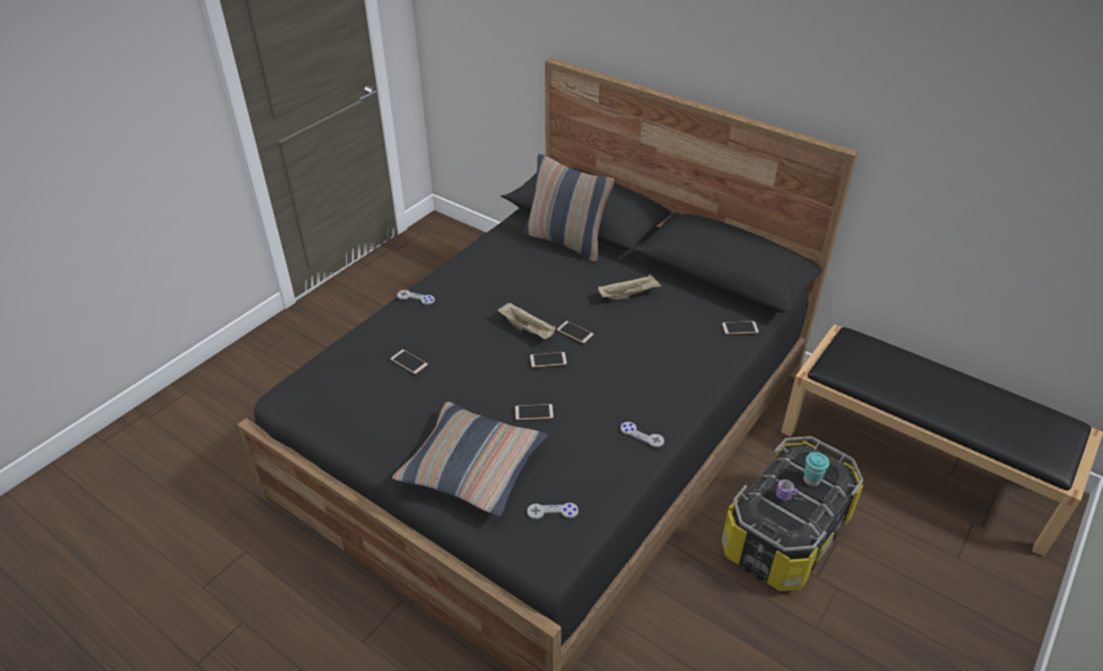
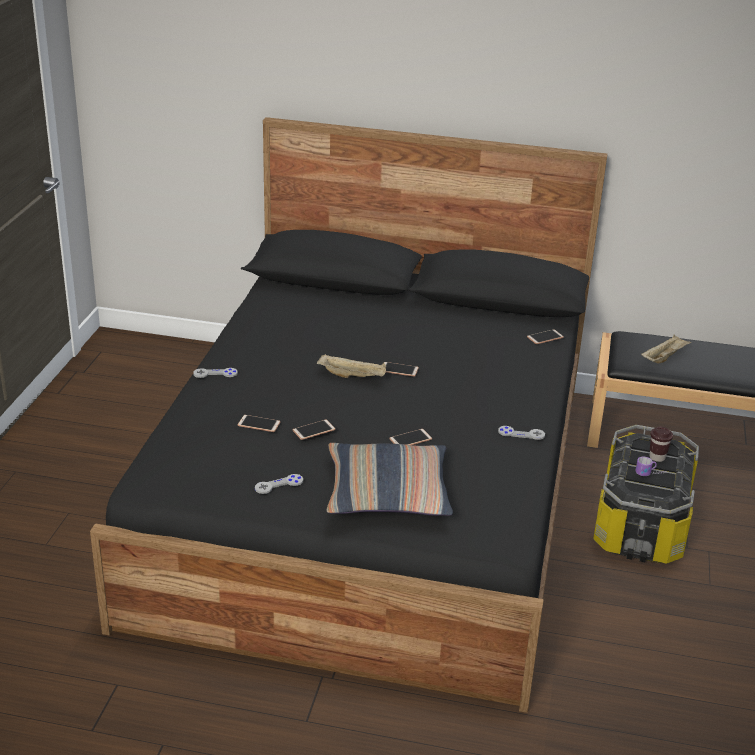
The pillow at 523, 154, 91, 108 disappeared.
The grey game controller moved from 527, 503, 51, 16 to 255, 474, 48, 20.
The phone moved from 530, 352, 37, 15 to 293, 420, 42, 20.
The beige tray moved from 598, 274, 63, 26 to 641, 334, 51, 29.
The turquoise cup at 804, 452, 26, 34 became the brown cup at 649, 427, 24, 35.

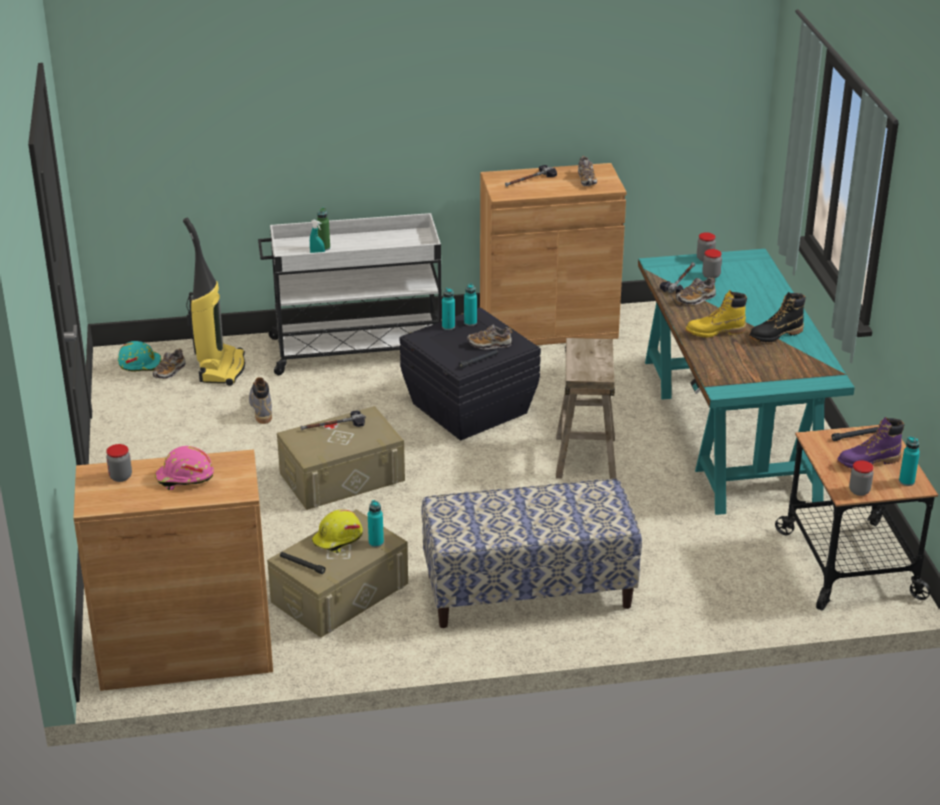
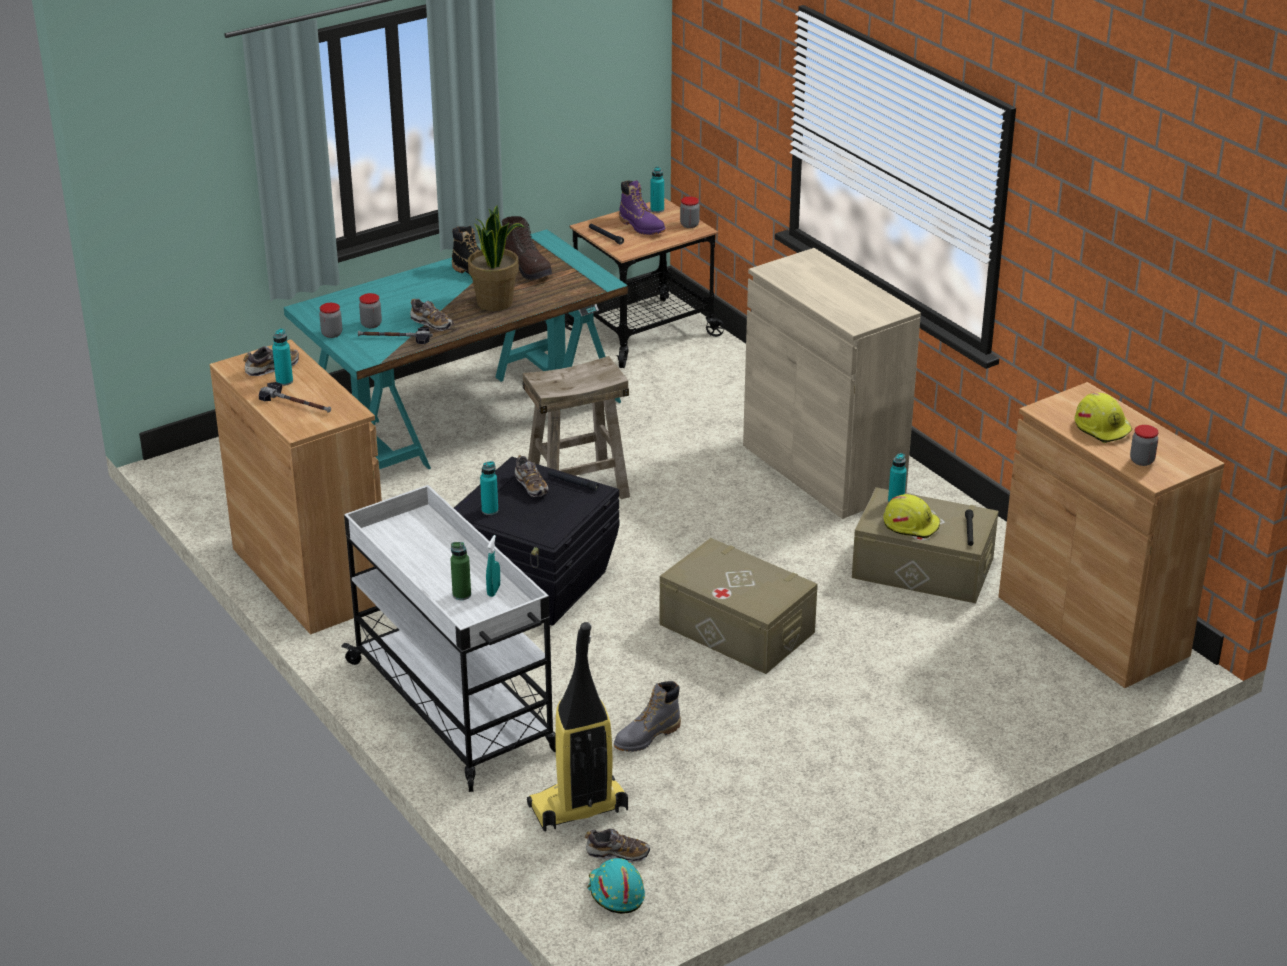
The pink hard hat at 155, 446, 59, 44 became the yellow hard hat at 1075, 392, 58, 51.
The hammer at 301, 411, 65, 19 disappeared.
The bench at 421, 479, 221, 149 was replaced by the beige cabinet at 743, 248, 178, 271.
The turquoise bottle moved from 442, 288, 13, 42 to 272, 328, 21, 58.
The yellow boot at 686, 290, 61, 48 was replaced by the potted plant at 468, 205, 57, 106.
The brown boot at 502, 216, 50, 64 appeared.

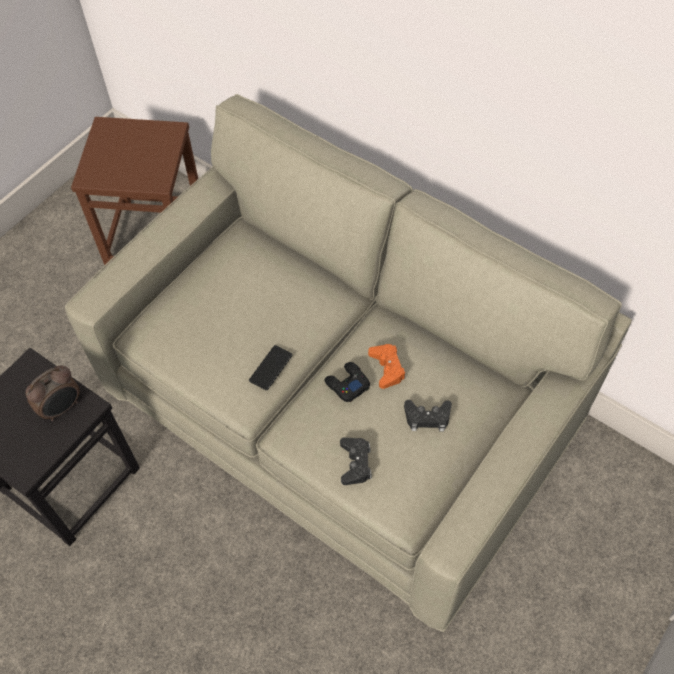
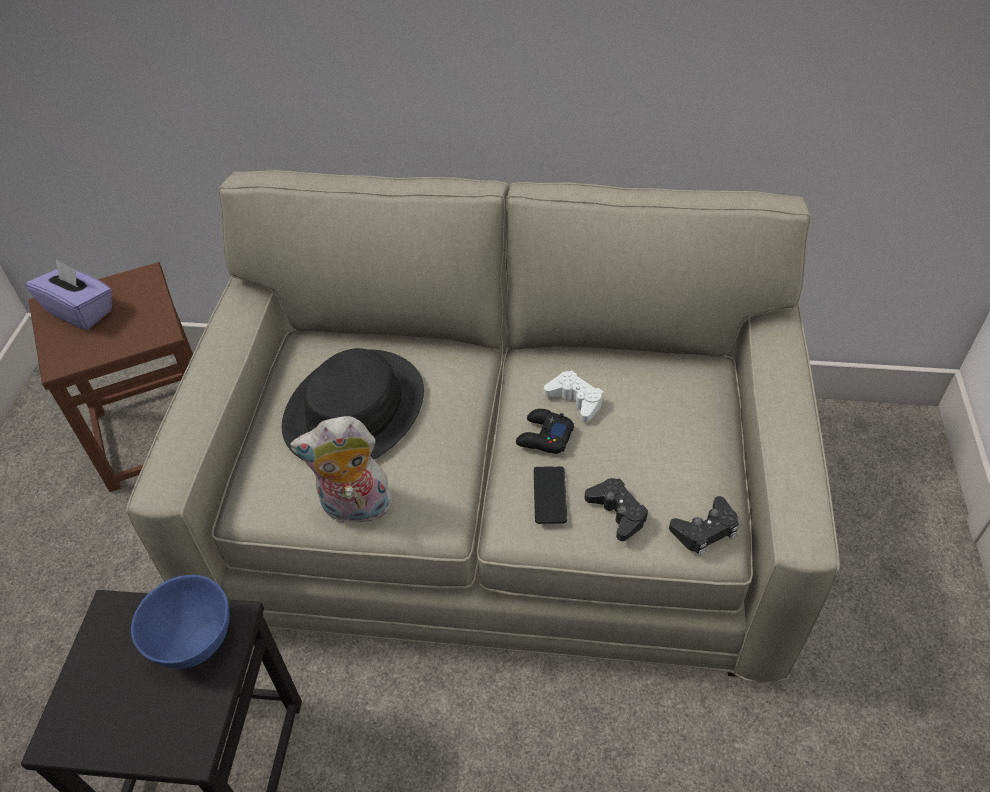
The alarm clock at 25, 366, 55, 55 was replaced by the blue bowl at 131, 575, 98, 94.
The phone moved from 249, 345, 43, 45 to 534, 466, 33, 58.
The orange game controller at 368, 344, 38, 45 became the white game controller at 544, 370, 59, 52.
The black game controller moved from 404, 400, 48, 32 to 669, 496, 70, 60.
The purple tissue box at 26, 259, 86, 71 appeared.
The black hat at 282, 348, 142, 113 appeared.
The plush toy at 290, 416, 104, 107 appeared.

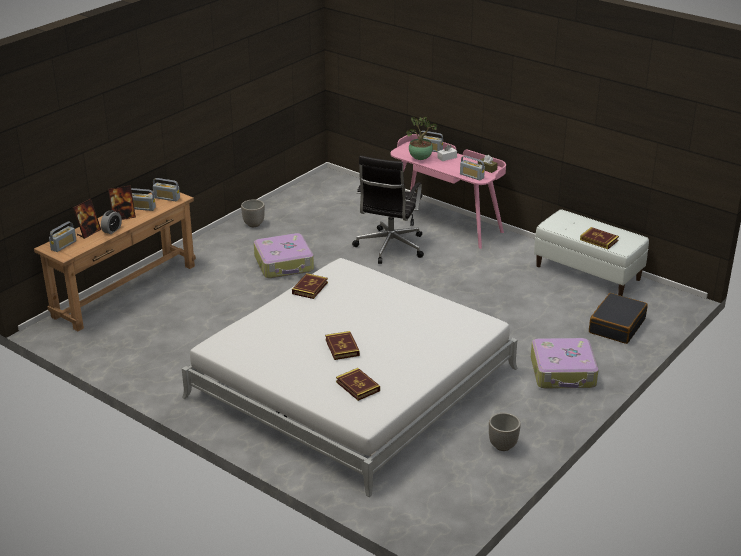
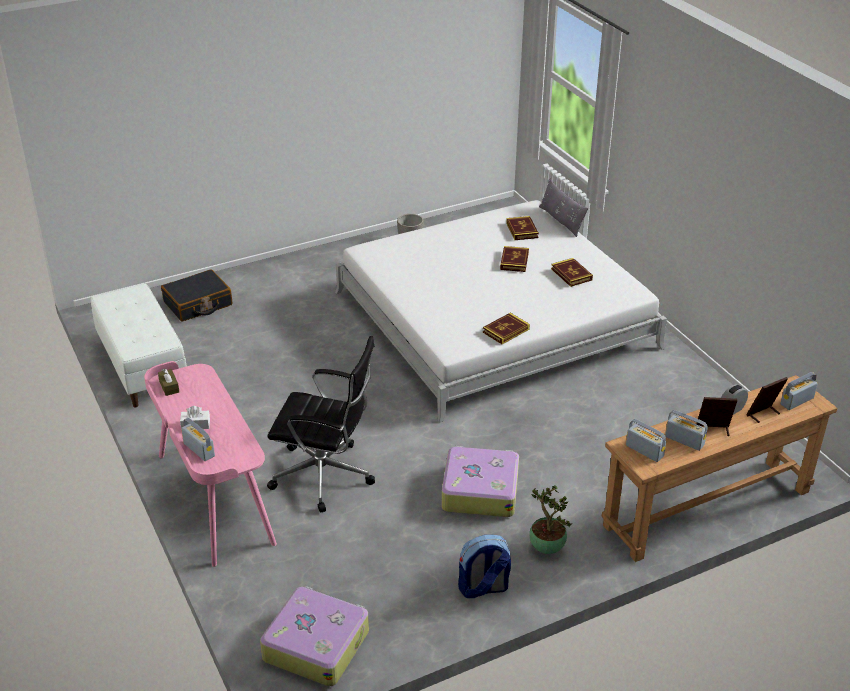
The planter at 241, 199, 24, 28 was replaced by the backpack at 458, 535, 53, 63.
The black office chair at 352, 156, 72, 108 turned 60 degrees clockwise.
The potted plant moved from 406, 116, 31, 44 to 529, 485, 43, 69.
The radio at 460, 156, 25, 25 disappeared.
The suitcase moved from 531, 338, 68, 50 to 260, 586, 109, 100.
The book moved from 580, 227, 39, 22 to 551, 258, 42, 29.
The grey pillow at 539, 178, 49, 59 appeared.

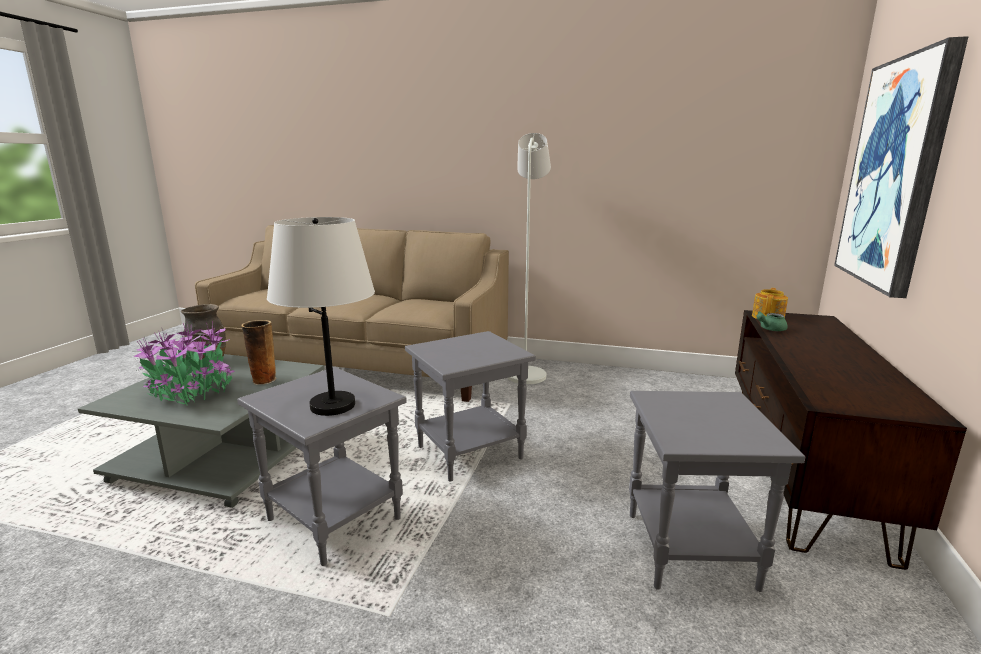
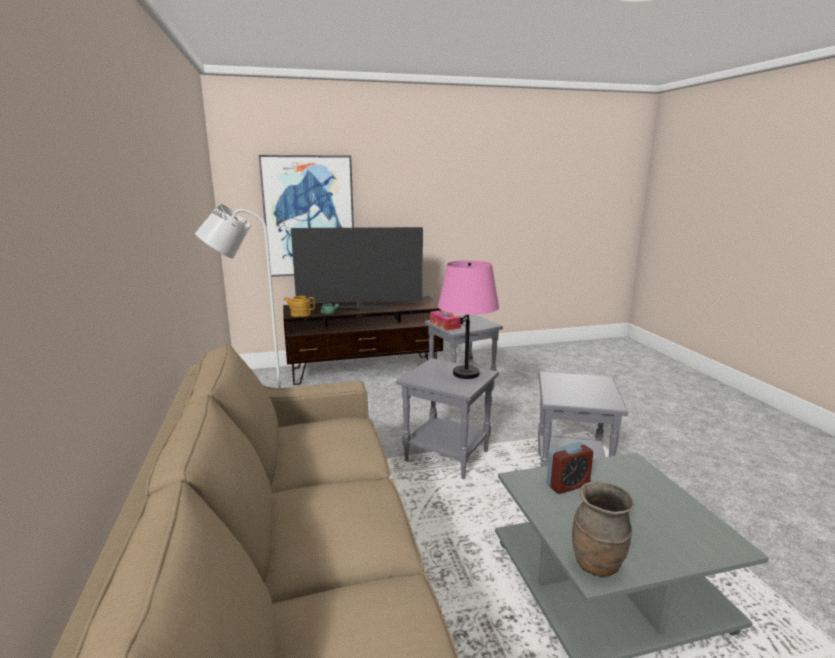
The potted plant at 133, 321, 102, 84 disappeared.
The vase at 241, 320, 36, 65 was replaced by the alarm clock at 546, 442, 47, 52.
The white table lamp at 267, 217, 108, 199 disappeared.
The television at 291, 227, 132, 82 appeared.
The tissue box at 430, 310, 31, 21 appeared.
The pink table lamp at 438, 260, 61, 119 appeared.

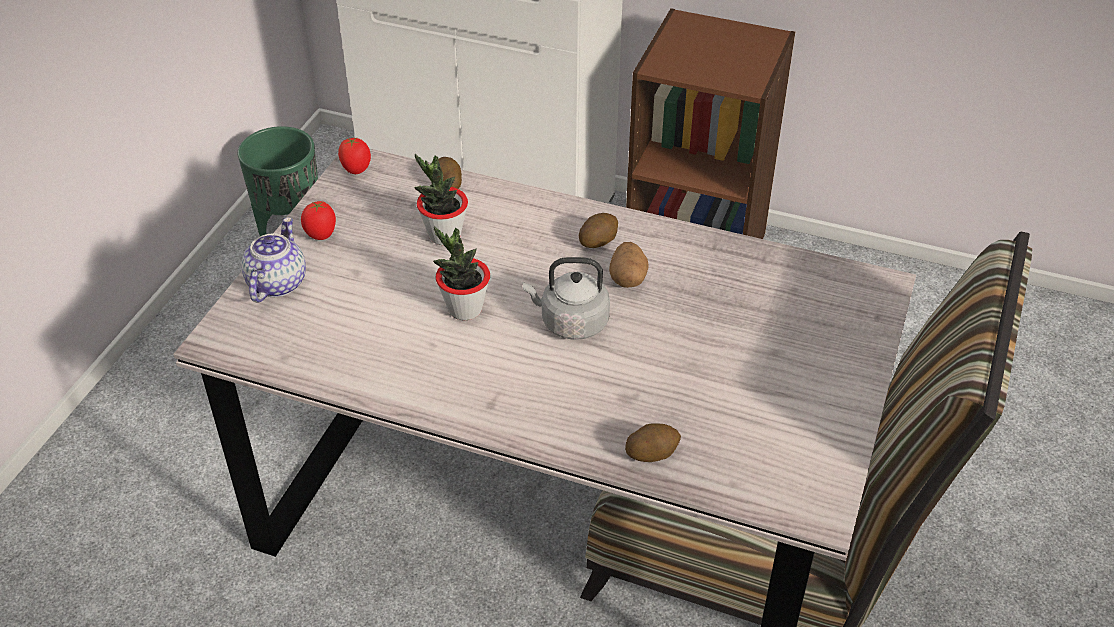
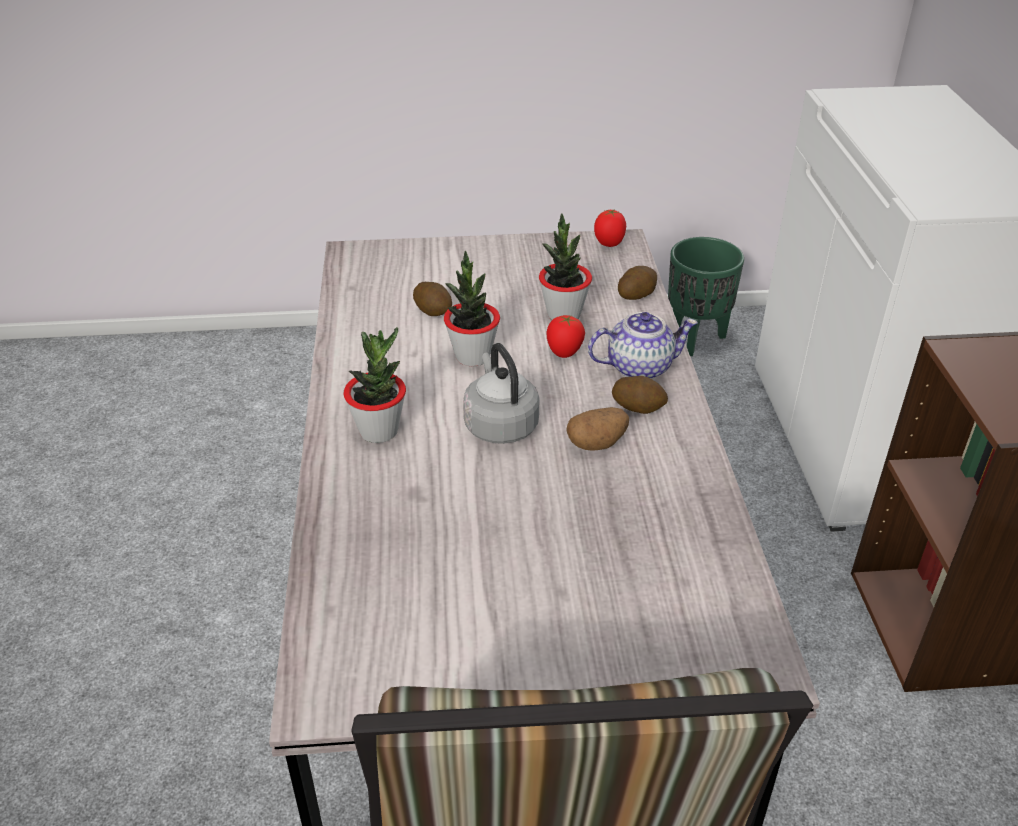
The teapot moved from 241, 217, 65, 86 to 588, 312, 110, 67.
The tomato moved from 301, 201, 35, 39 to 547, 315, 38, 43.
The potato moved from 625, 423, 56, 39 to 413, 282, 39, 34.
The potted plant at 344, 327, 62, 116 appeared.

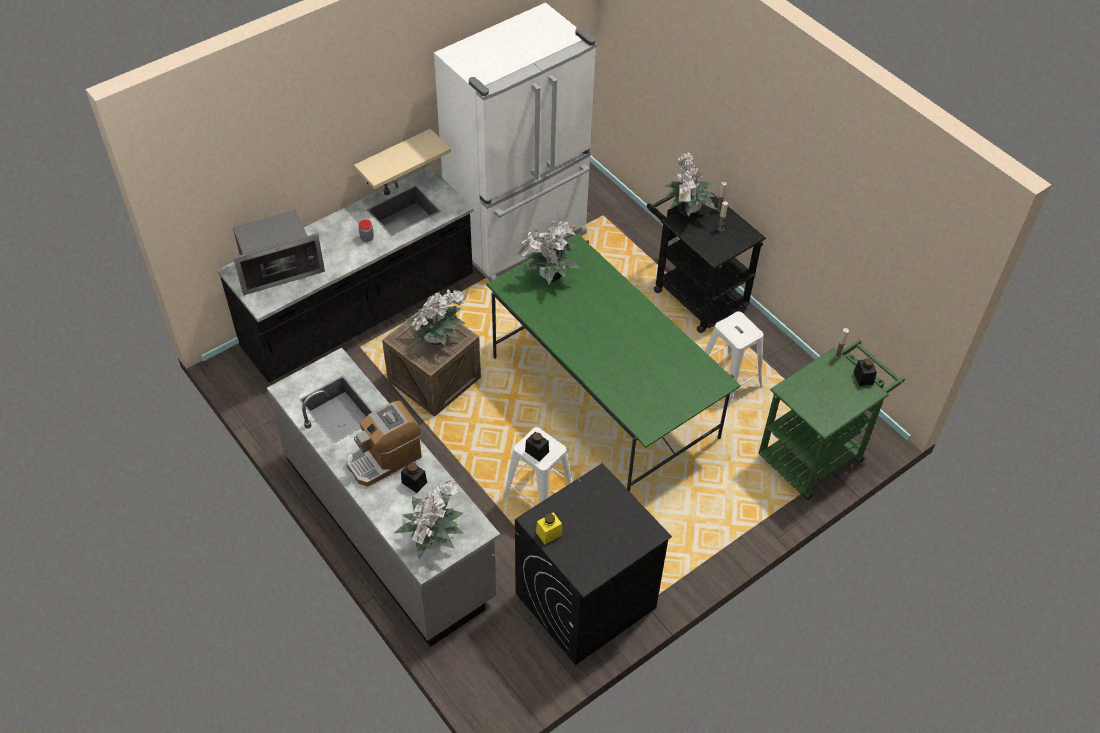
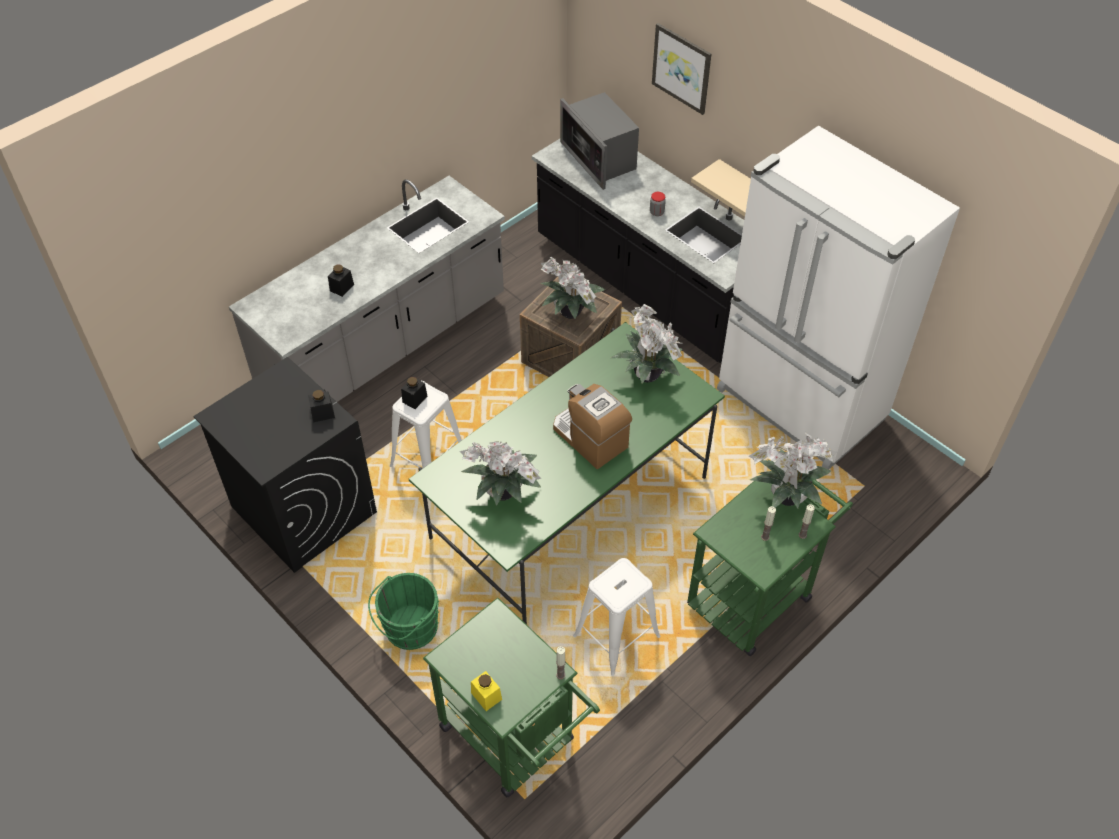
The coffee machine moved from 347, 401, 75, 85 to 553, 384, 79, 85.
The potted plant moved from 394, 480, 70, 79 to 459, 441, 82, 65.
The yellow jar moved from 536, 512, 27, 32 to 471, 671, 31, 40.
The black cart at 647, 192, 119, 141 became the green cart at 687, 474, 166, 182.
The black jar moved from 854, 358, 23, 28 to 308, 390, 27, 32.
The green bucket at 368, 573, 71, 77 appeared.
The picture at 652, 23, 59, 92 appeared.

